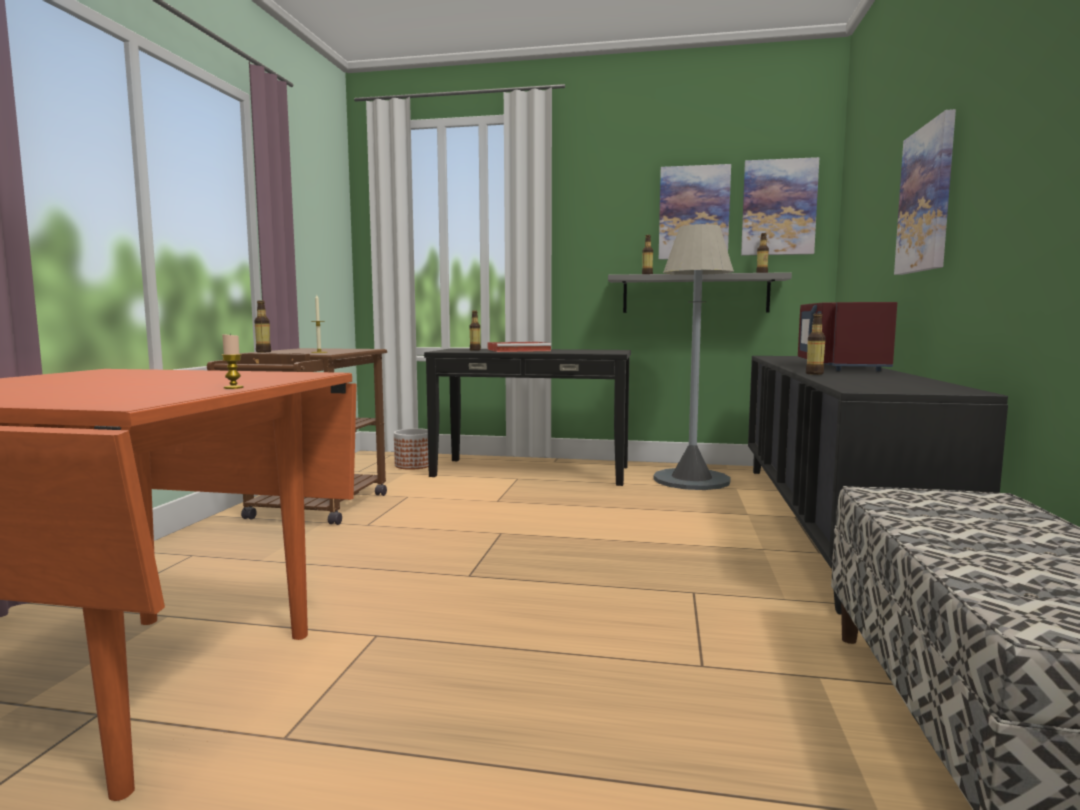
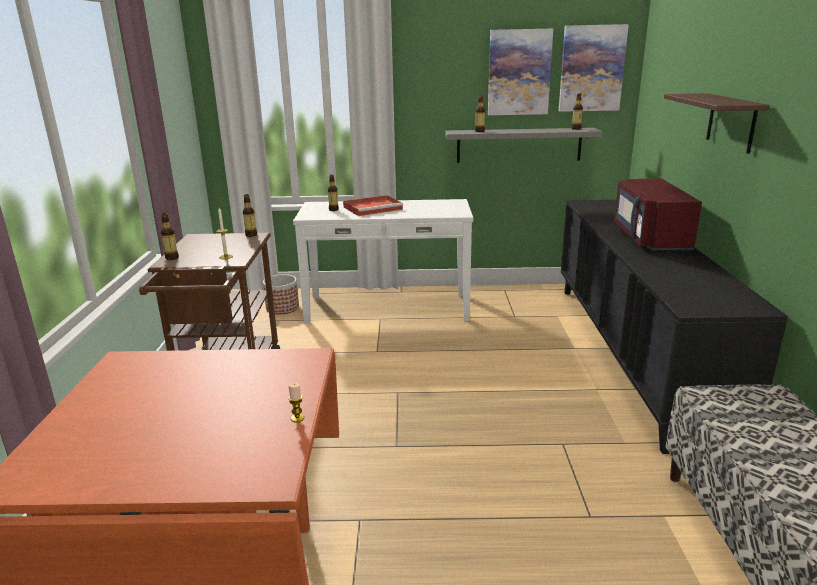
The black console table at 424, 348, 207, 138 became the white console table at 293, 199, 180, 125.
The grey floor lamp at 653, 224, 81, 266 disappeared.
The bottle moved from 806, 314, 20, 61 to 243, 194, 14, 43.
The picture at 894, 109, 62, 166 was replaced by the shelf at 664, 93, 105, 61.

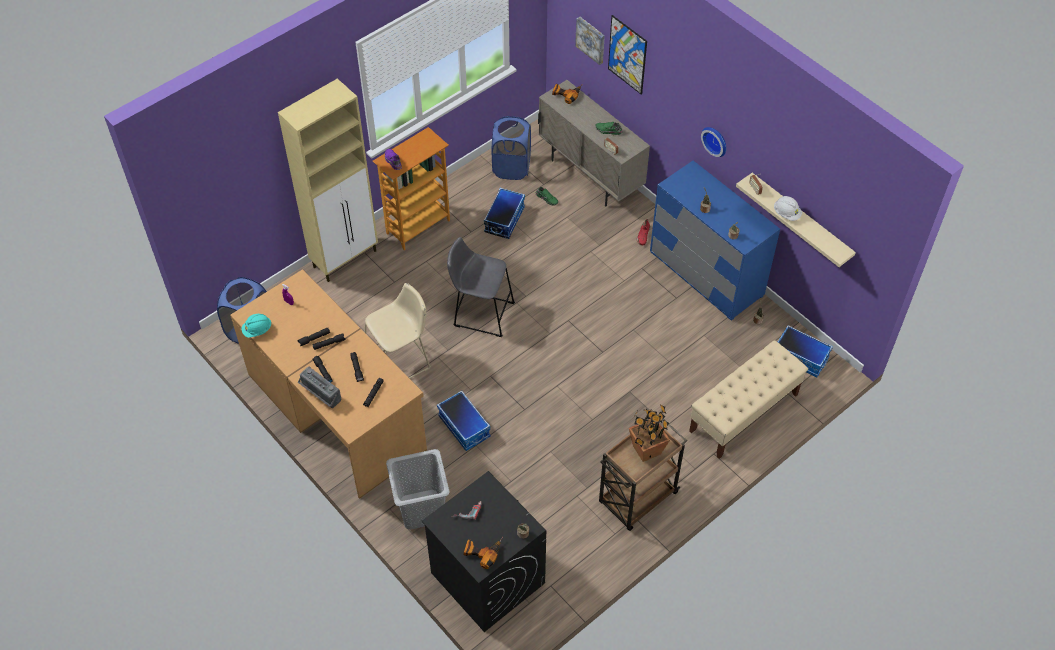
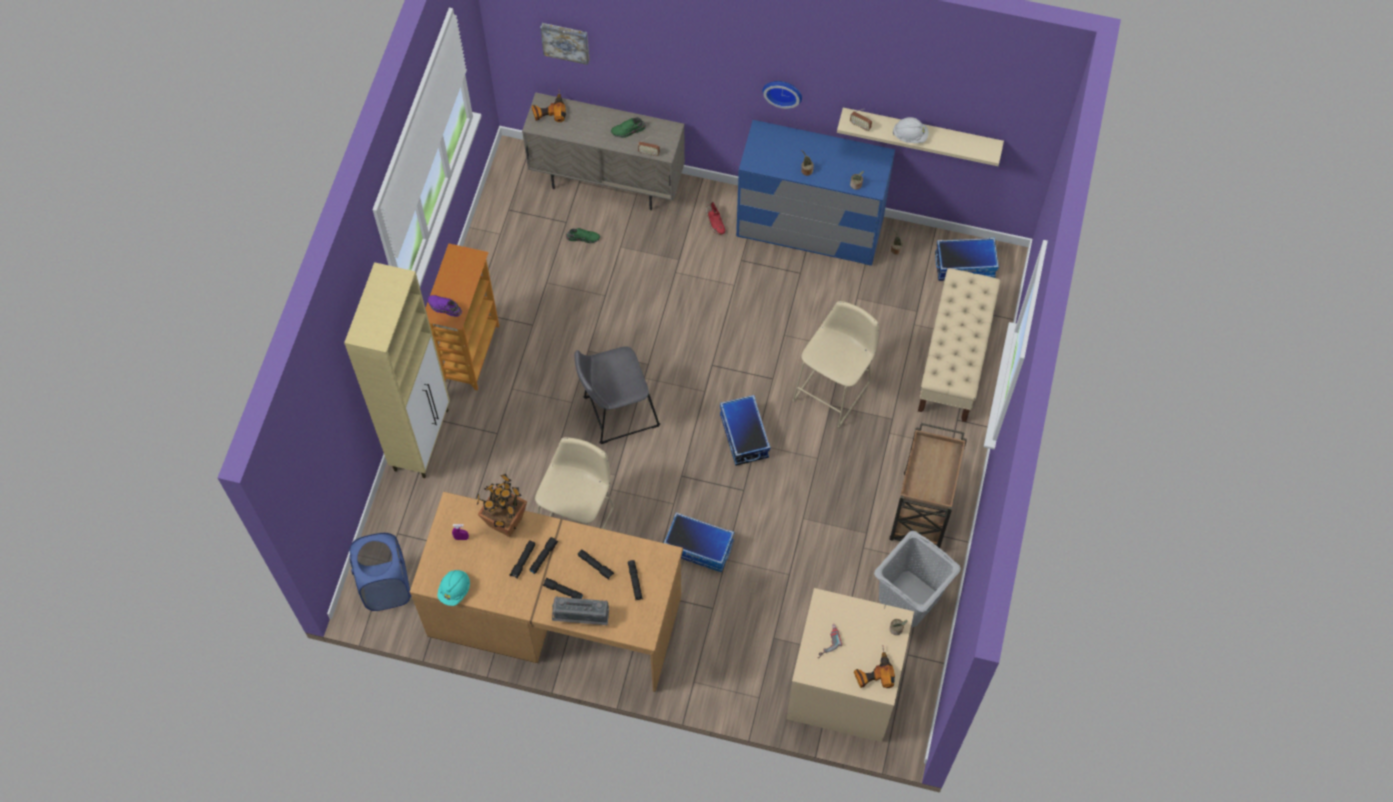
The grey laundry basket moved from 386, 449, 64, 81 to 874, 531, 87, 96.
The black washing machine at 422, 471, 124, 161 became the beige washing machine at 787, 588, 127, 154.
The storage box moved from 484, 188, 41, 51 to 720, 395, 51, 71.
The blue laundry basket at 492, 116, 39, 64 disappeared.
The picture at 608, 15, 39, 80 disappeared.
The potted plant moved from 629, 404, 41, 58 to 477, 474, 50, 63.
The beige stool at 792, 301, 87, 126 appeared.

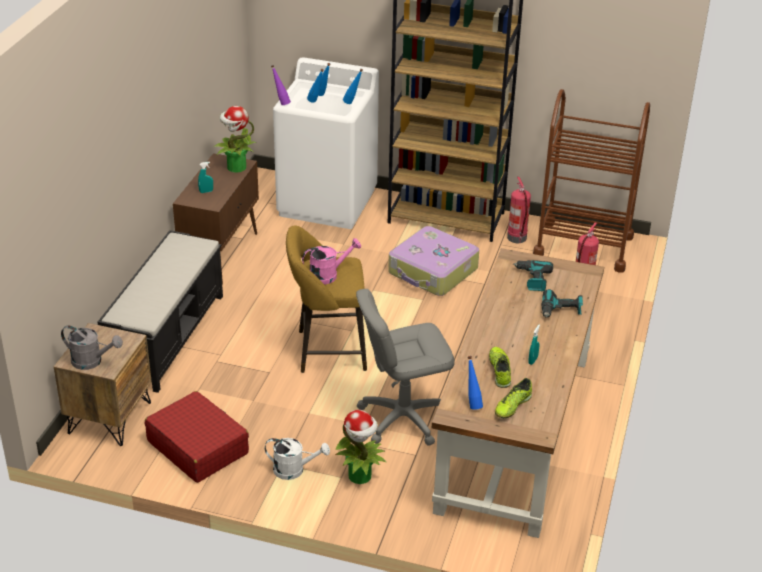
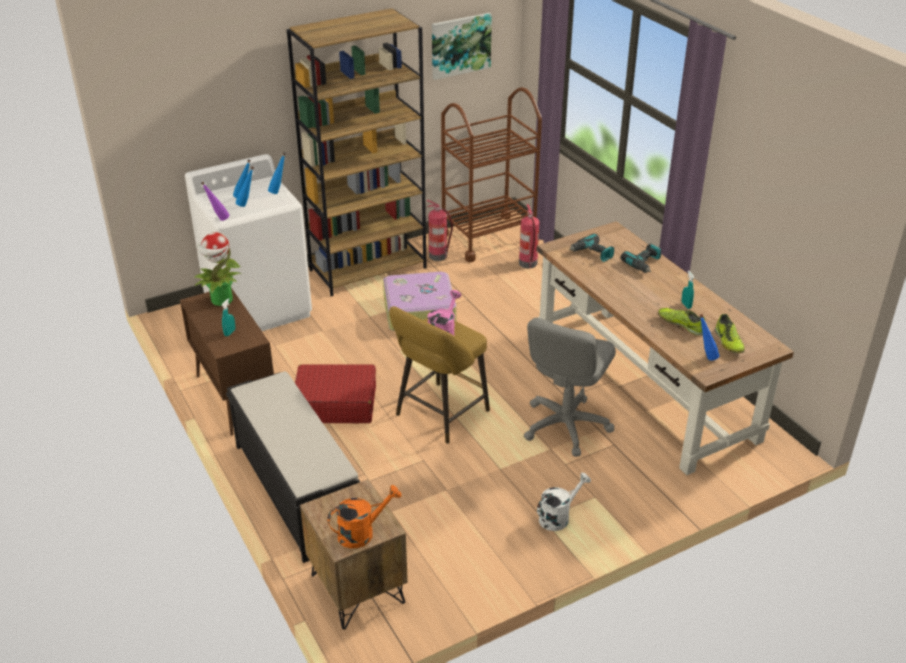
The grey watering can at 61, 326, 62, 44 became the orange watering can at 327, 485, 74, 64.
The red suitcase moved from 145, 391, 104, 92 to 295, 364, 81, 59.
The potted plant at 335, 410, 51, 74 disappeared.
The picture at 432, 13, 60, 67 appeared.

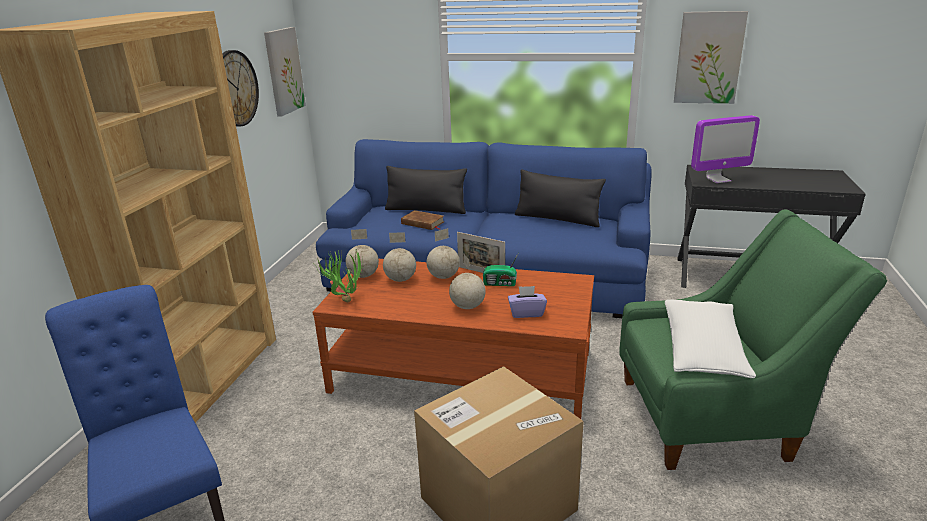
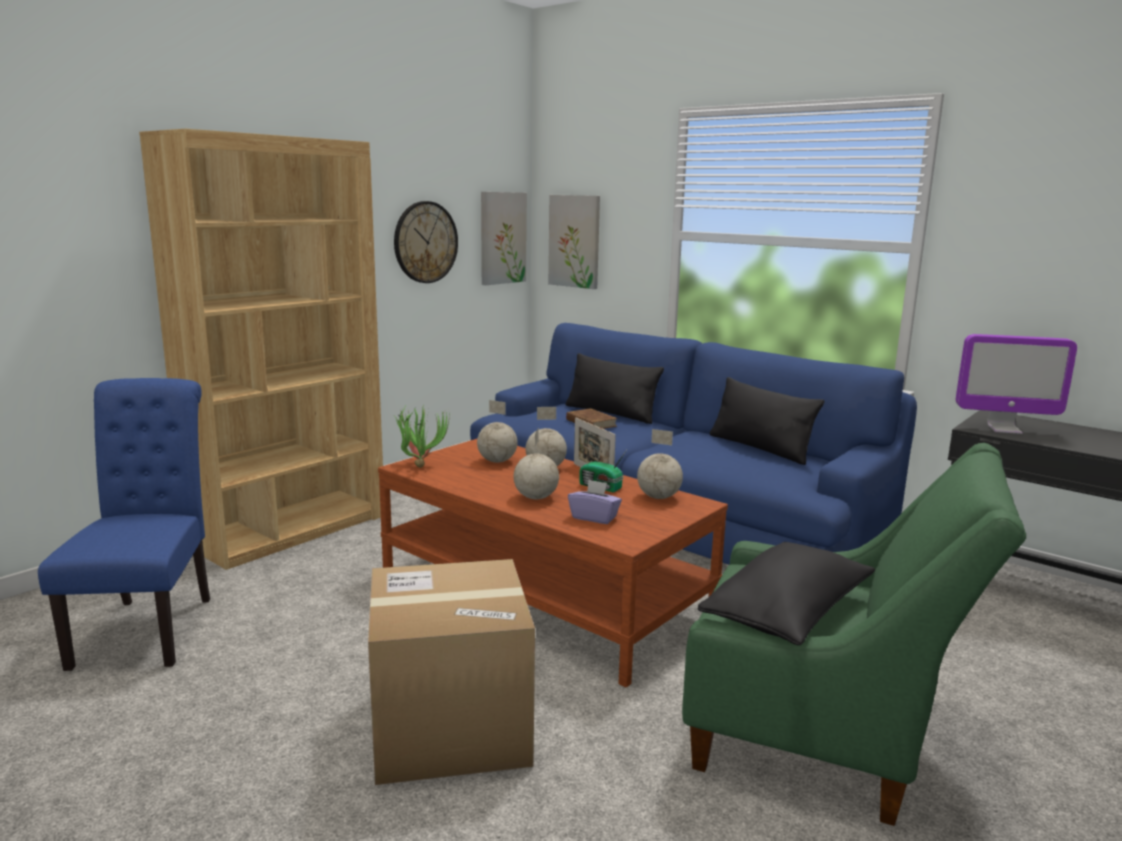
The globe moved from 346, 229, 33, 49 to 637, 429, 46, 70.
The white pillow at 665, 300, 91, 78 became the black pillow at 698, 542, 177, 103.
The picture moved from 674, 11, 74, 93 to 548, 195, 52, 94.

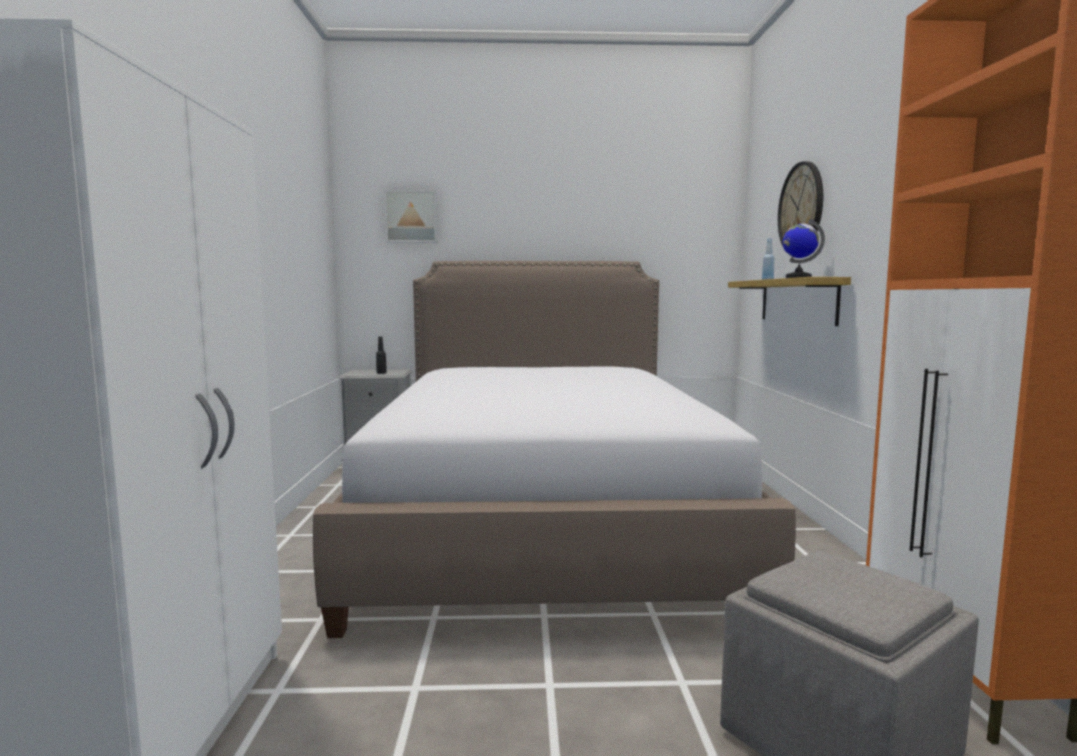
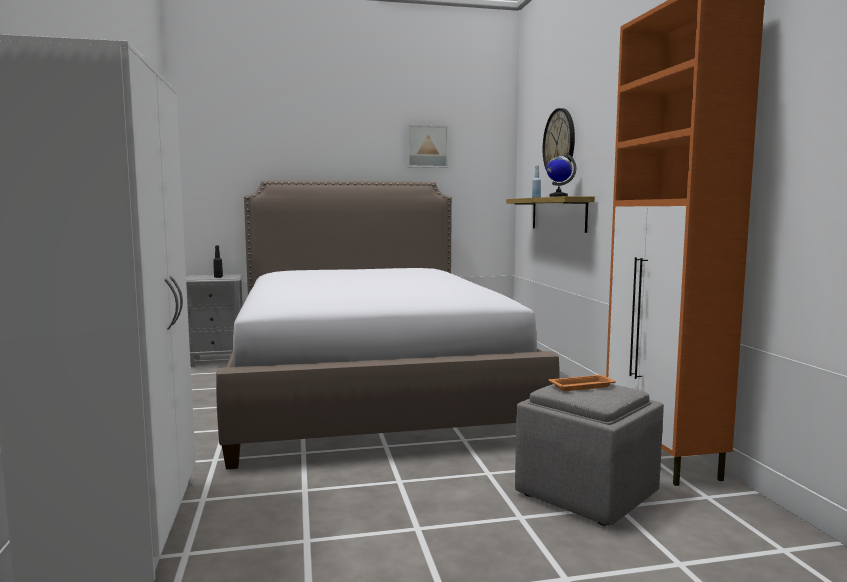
The picture moved from 384, 190, 54, 53 to 407, 125, 41, 43.
The orange tray at 548, 375, 68, 16 appeared.

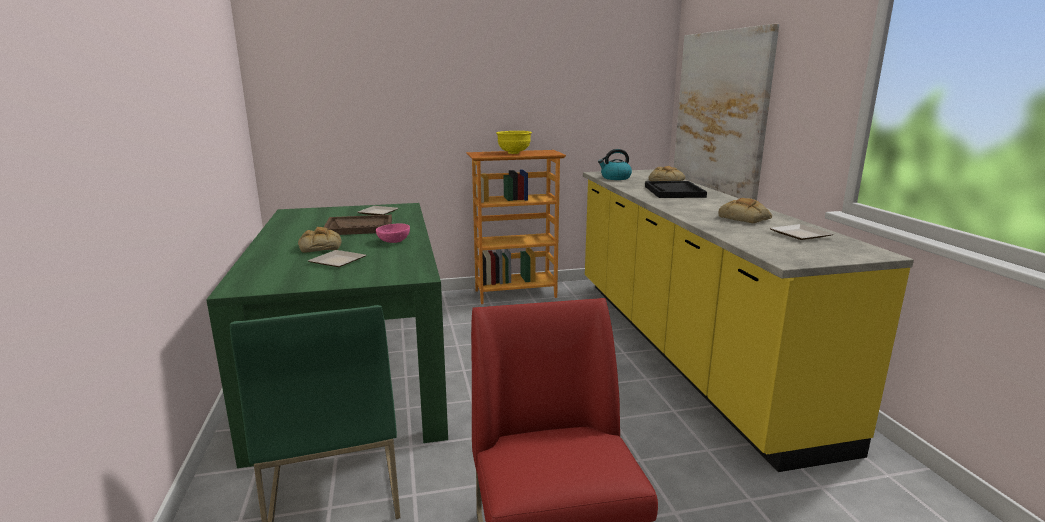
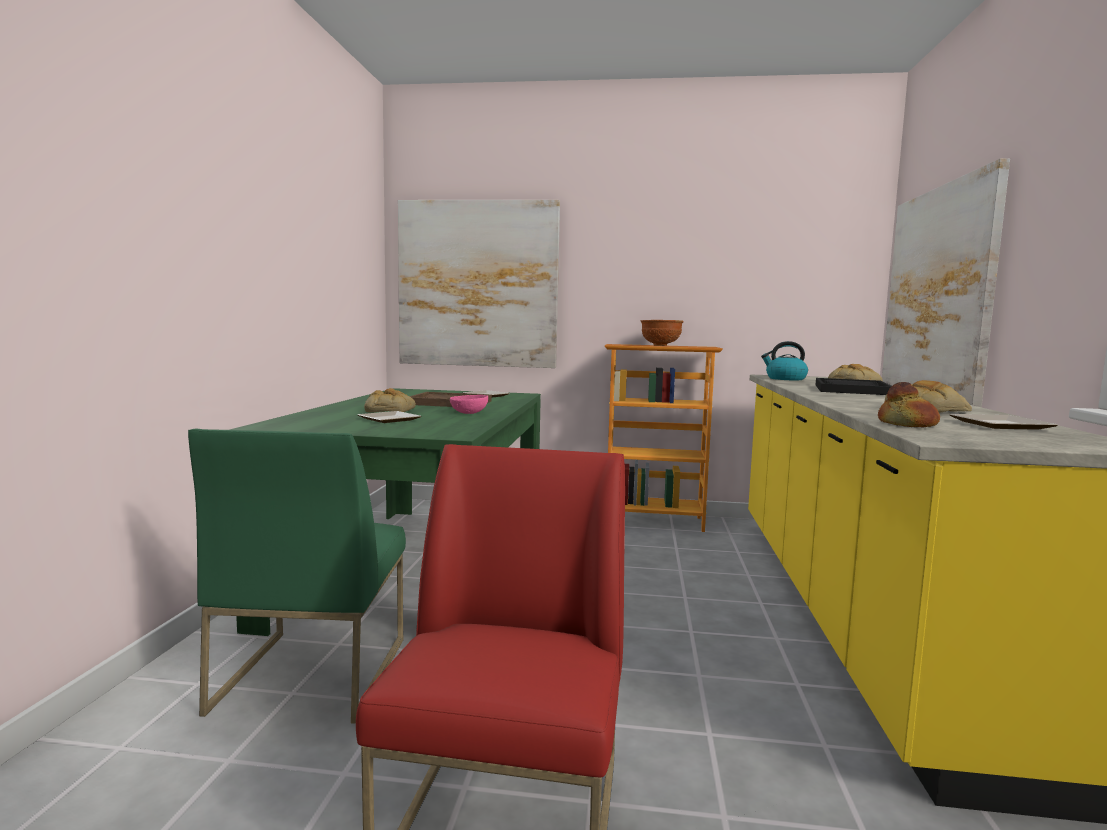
The yellow bowl at 496, 131, 36, 23 became the brown bowl at 641, 320, 43, 26.
The picture at 398, 200, 162, 168 appeared.
The bread at 878, 382, 62, 45 appeared.

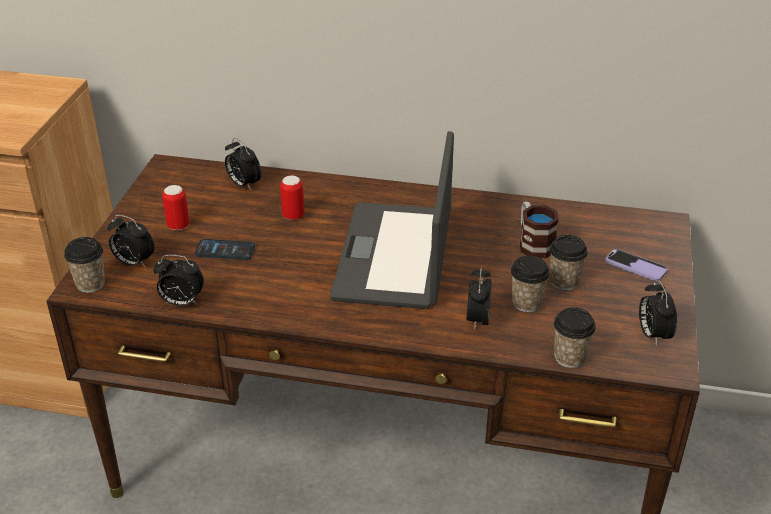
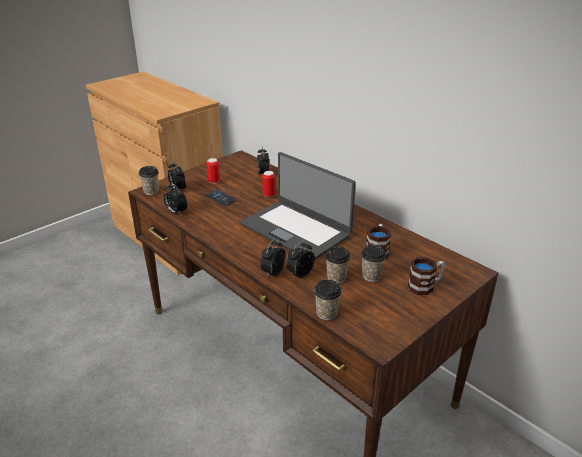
The laptop at 330, 131, 124, 178 turned 90 degrees counterclockwise.
The phone at 605, 249, 63, 32 was replaced by the mug at 408, 257, 37, 38.
The alarm clock moved from 639, 280, 38, 66 to 260, 238, 25, 39.

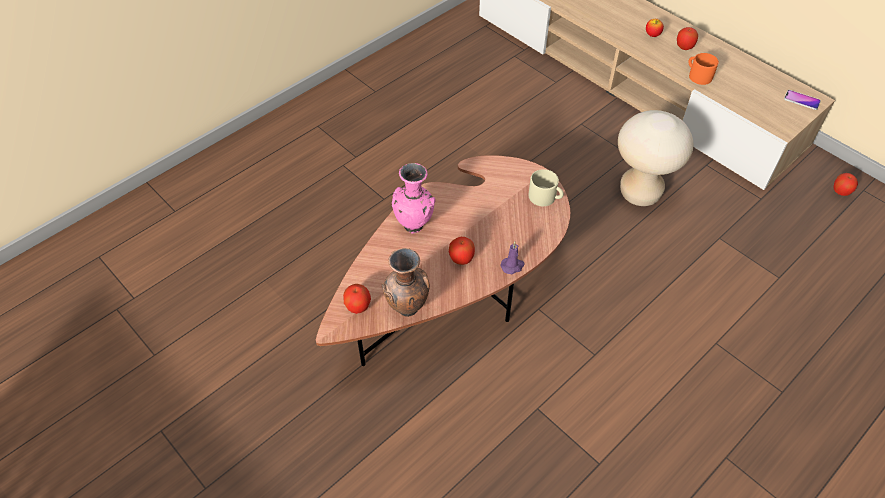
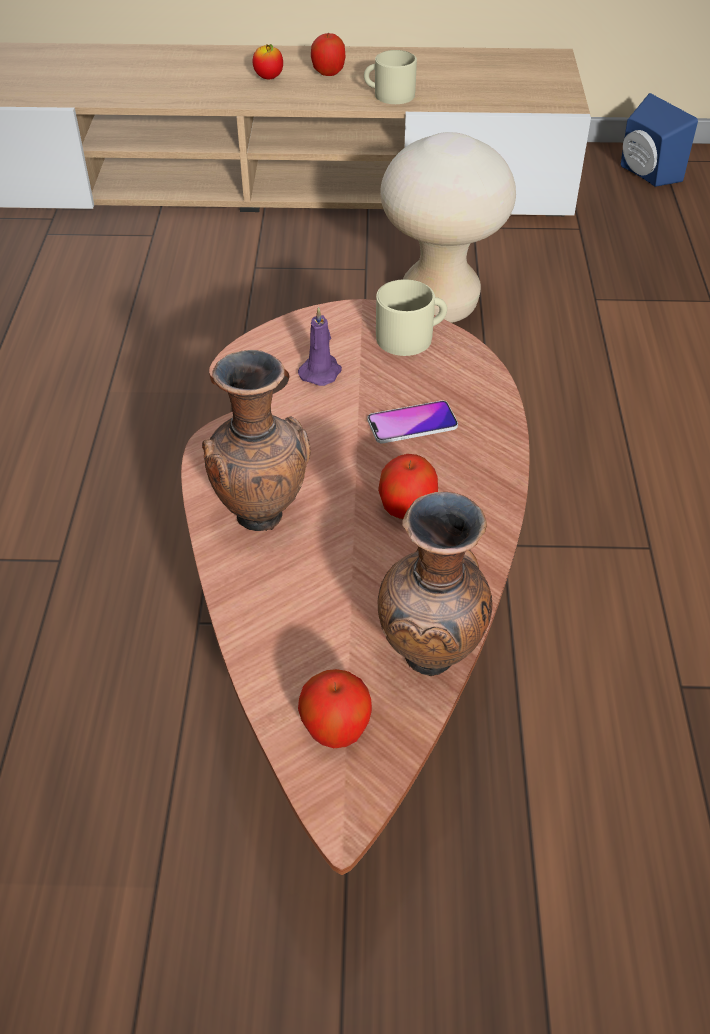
The pink vase at 392, 163, 44, 71 became the brown vase at 202, 350, 109, 181.
The purple candle moved from 500, 242, 25, 32 to 298, 307, 44, 79.
The orange mug at 688, 53, 31, 32 became the beige mug at 364, 50, 53, 54.
The phone moved from 784, 90, 37, 20 to 368, 401, 90, 42.
The apple at 833, 173, 25, 23 was replaced by the blue speaker at 621, 93, 77, 94.

